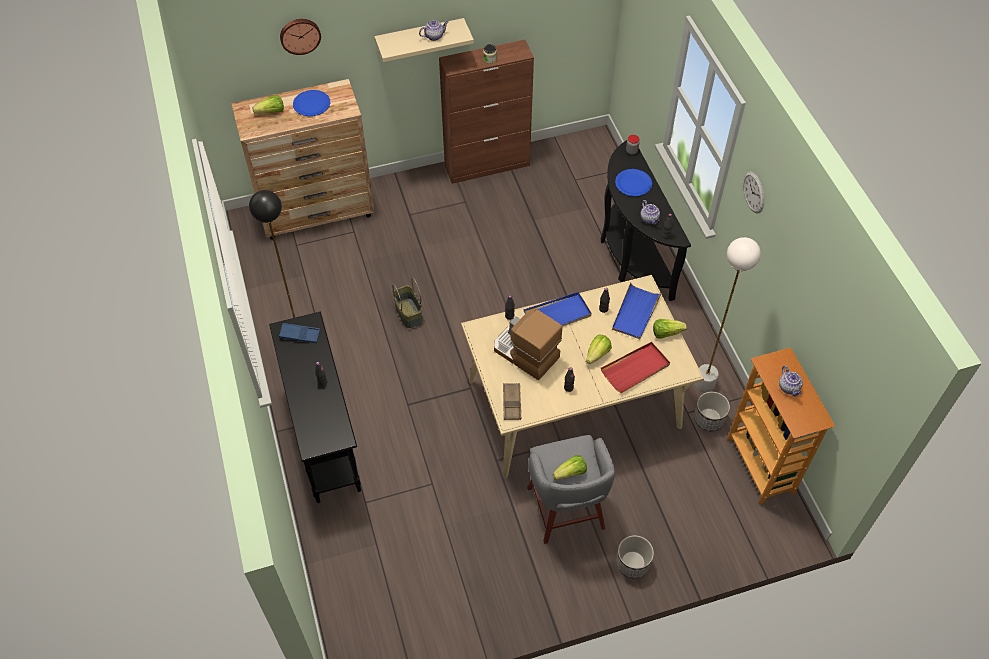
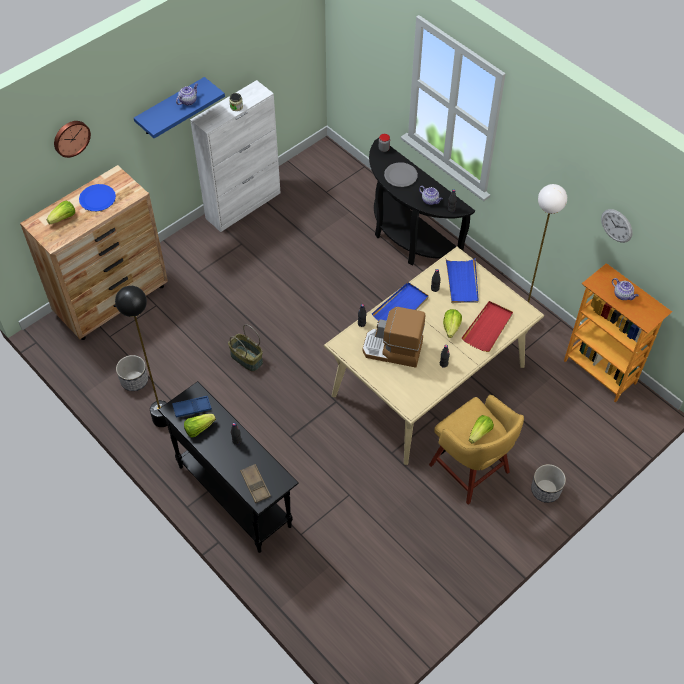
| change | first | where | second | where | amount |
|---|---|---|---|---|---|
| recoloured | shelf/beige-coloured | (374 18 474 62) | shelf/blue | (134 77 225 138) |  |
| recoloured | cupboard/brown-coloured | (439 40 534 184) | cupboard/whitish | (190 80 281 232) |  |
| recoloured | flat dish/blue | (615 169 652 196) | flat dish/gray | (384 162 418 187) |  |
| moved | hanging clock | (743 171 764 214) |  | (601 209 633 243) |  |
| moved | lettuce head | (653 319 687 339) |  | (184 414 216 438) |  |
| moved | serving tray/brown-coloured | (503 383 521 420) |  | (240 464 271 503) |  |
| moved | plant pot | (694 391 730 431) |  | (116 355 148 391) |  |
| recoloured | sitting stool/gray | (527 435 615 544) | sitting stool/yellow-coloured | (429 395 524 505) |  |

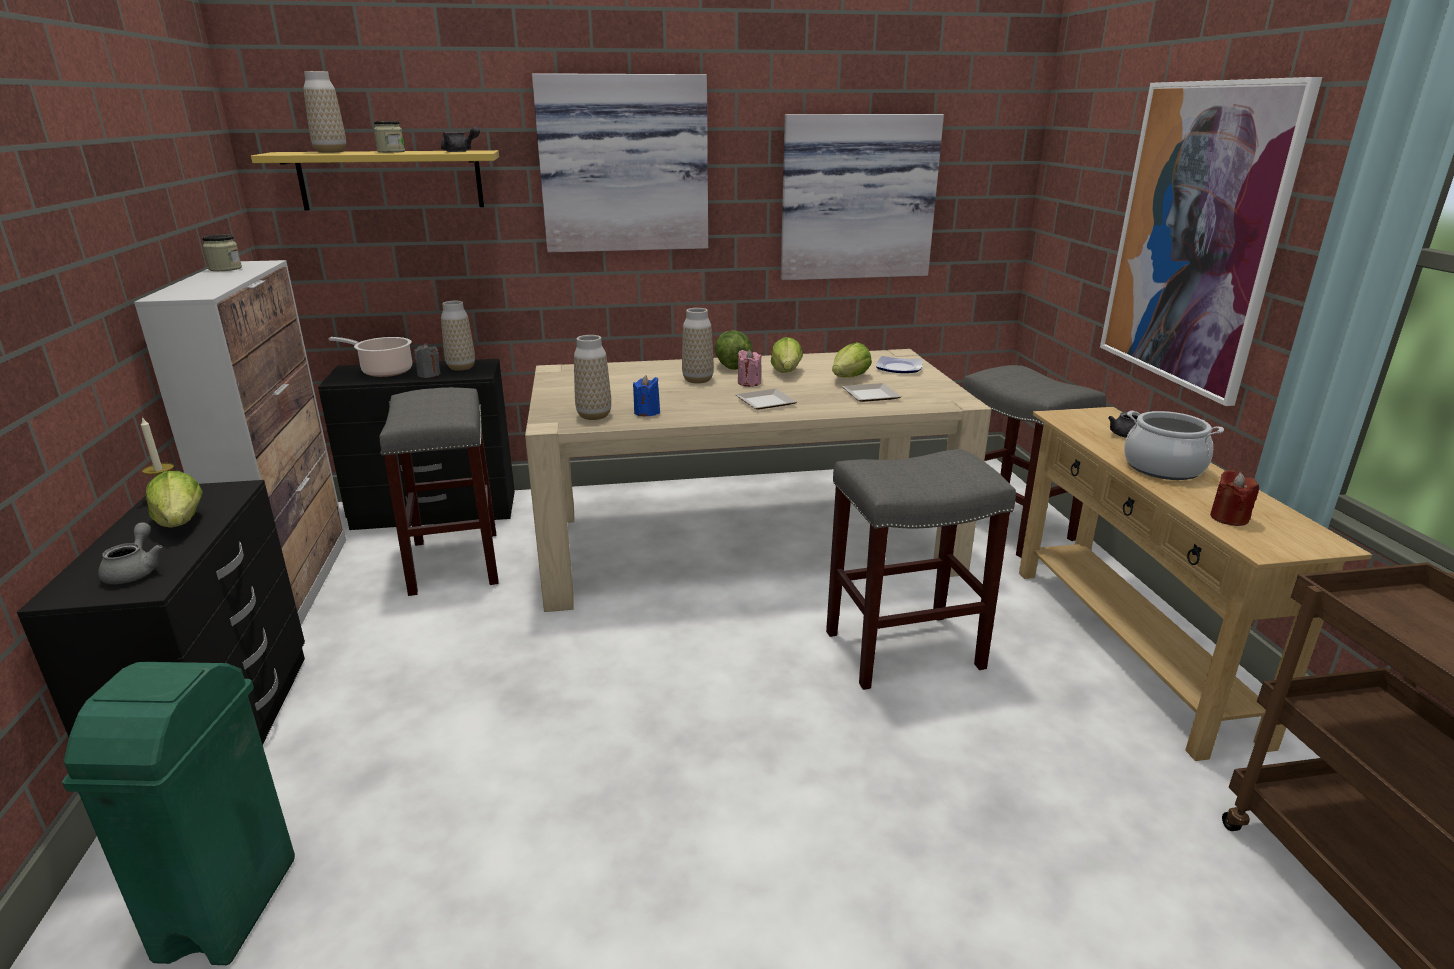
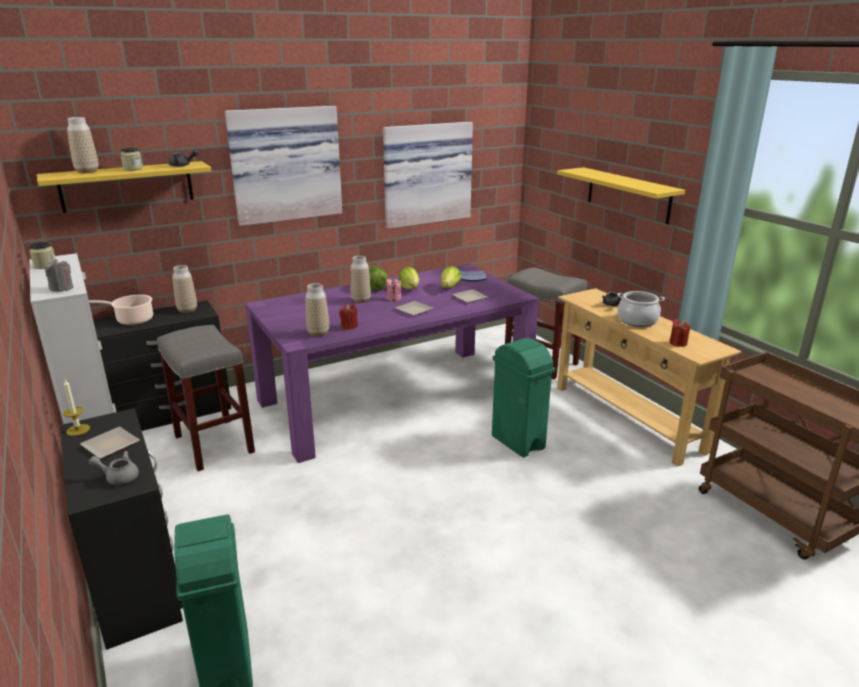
| change | first | where | second | where | amount |
|---|---|---|---|---|---|
| replaced | wall picture | (1100 77 1322 406) | shelf/yellow-coloured | (557 167 685 224) |  |
| moved | wax light/gray | (414 343 440 378) |  | (45 259 73 292) |  |
| recoloured | kitchen table/beige-coloured | (525 349 992 612) | kitchen table/purple | (245 264 539 463) |  |
| recoloured | wax light/blue | (633 375 660 416) | wax light/reddish | (339 304 358 330) |  |
| replaced | sitting stool/gray | (826 449 1016 690) | trash can/green | (492 338 555 457) |  |
| replaced | lettuce head | (145 471 202 528) | flat dish | (80 427 140 459) |  |
| turned | teapot/gray | (98 523 162 584) |  | (89 451 139 485) | 60 degrees counterclockwise |

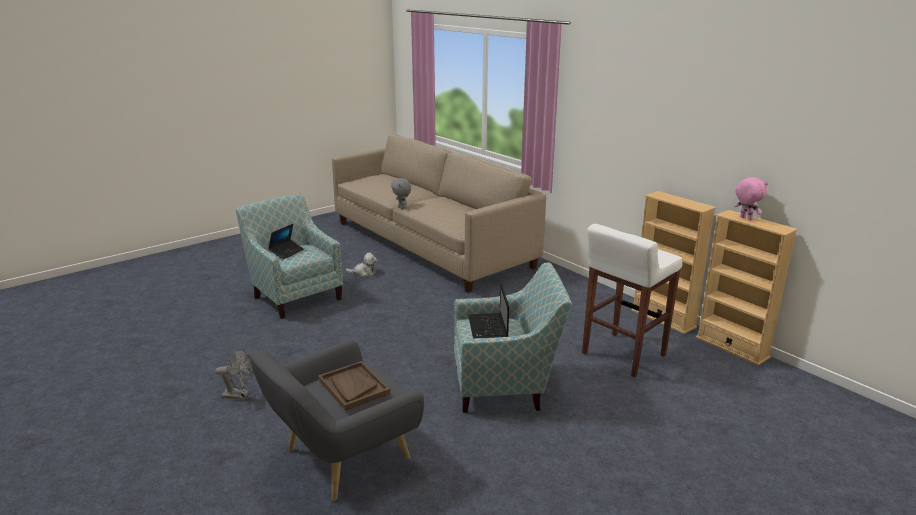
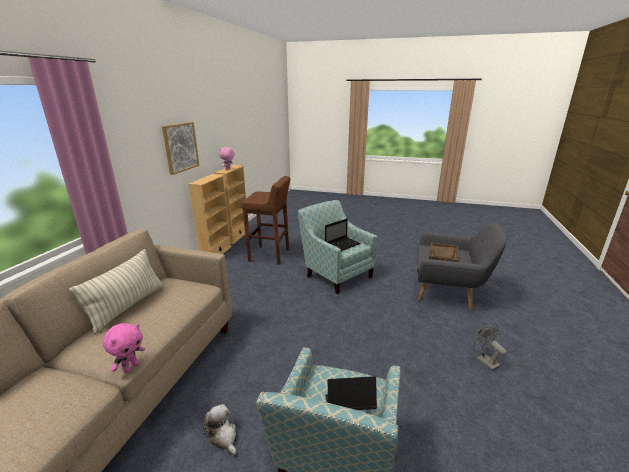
| change | first | where | second | where | amount |
|---|---|---|---|---|---|
| recoloured | soft toy/gray | (391 178 411 210) | soft toy/pink-coloured | (103 323 145 373) |  |
| recoloured | sitting stool/whitish | (582 224 683 377) | sitting stool/brown-coloured | (241 176 290 265) |  |
| added |  |  | wall picture | (162 122 199 175) |  |
| added |  |  | pillow | (69 249 164 335) |  |

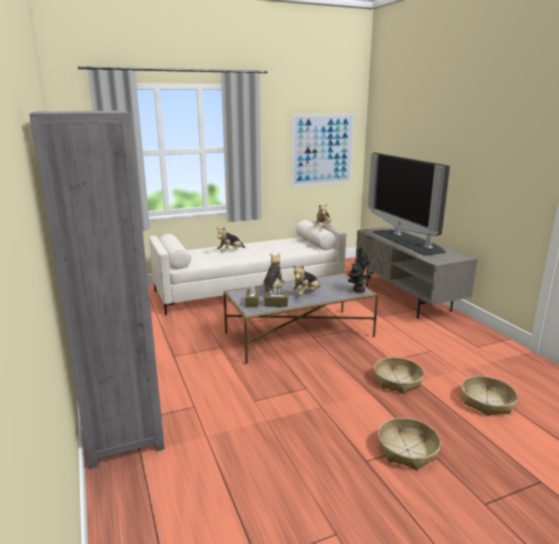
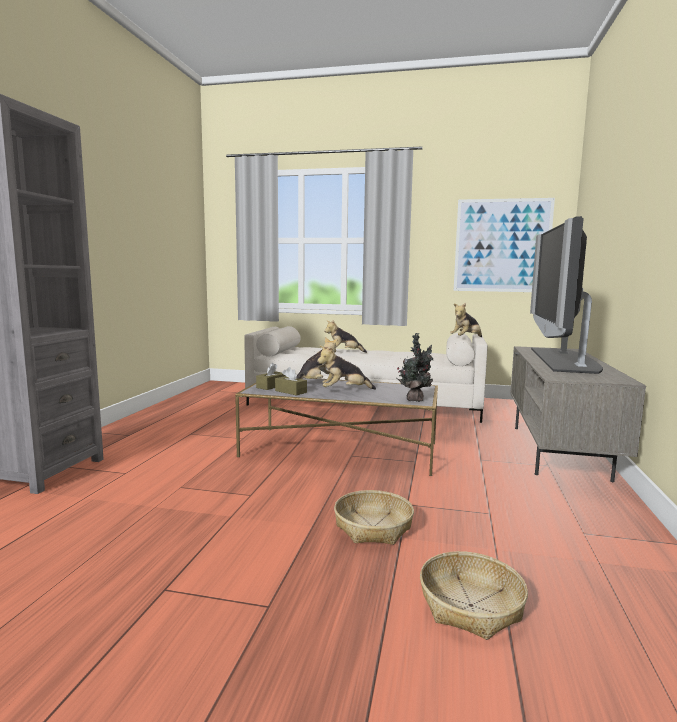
| change | first | where | second | where | amount |
|---|---|---|---|---|---|
| removed | household basket | (378 418 441 470) |  |  |  |

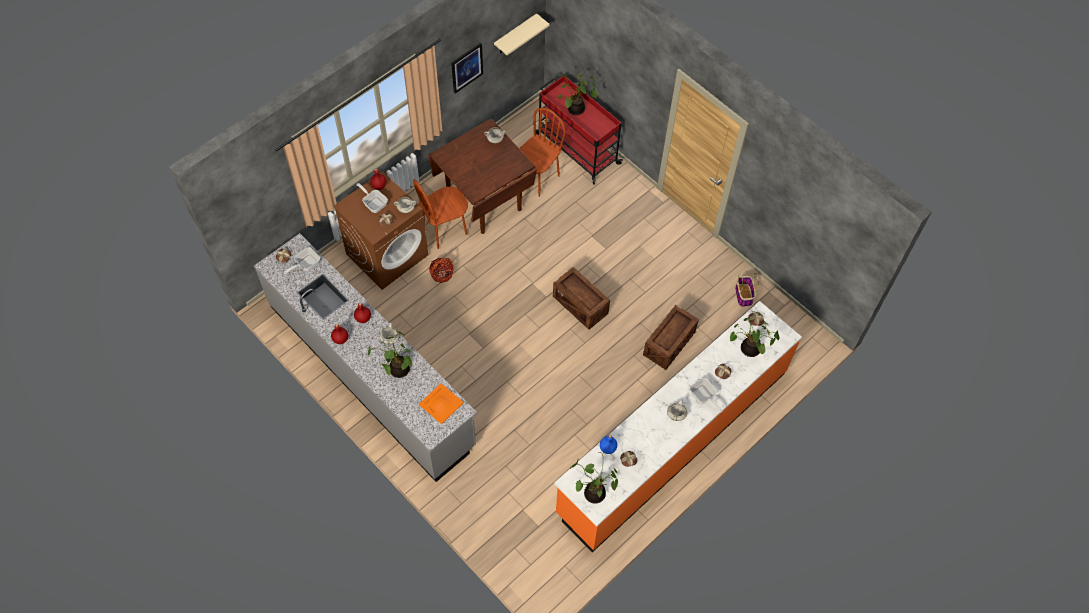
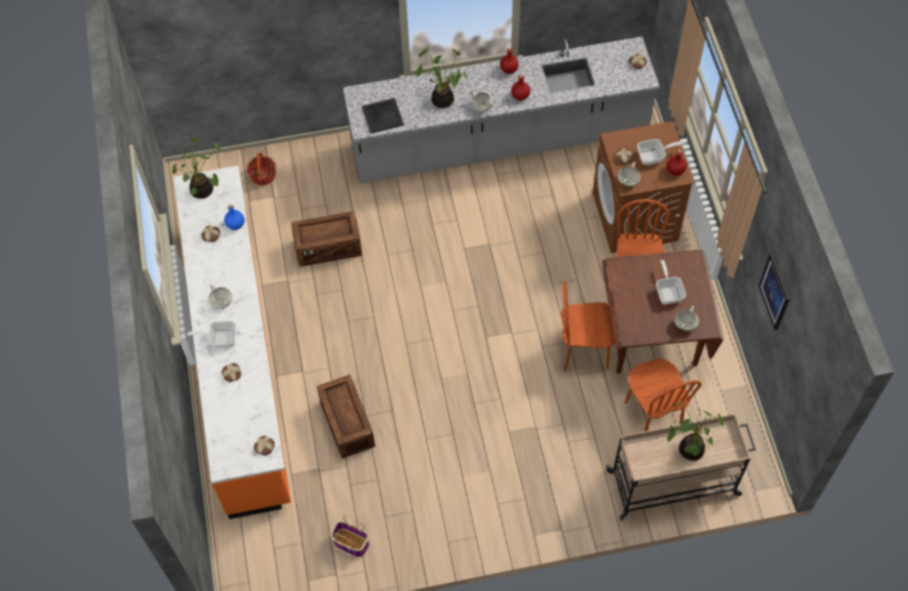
| change | first | where | second | where | amount |
|---|---|---|---|---|---|
| removed | shelf/beige-coloured | (494 13 550 55) |  |  |  |
| recoloured | wheeled cart/reddish | (536 76 623 184) | wheeled cart/beige-coloured | (605 414 756 521) |  |
| moved | pan | (284 247 320 275) |  | (656 260 686 304) |  |
| moved | household basket | (429 258 454 283) |  | (247 153 276 185) |  |
| moved | packing crate | (553 267 610 330) |  | (291 211 362 267) |  |
| removed | plant in a pot | (730 311 780 357) |  |  |  |
| recoloured | serving tray/orange-coloured | (419 383 464 424) | serving tray/blackish | (362 98 404 134) |  |
| added |  |  | upright chair/brown-coloured | (561 281 619 371) |  |

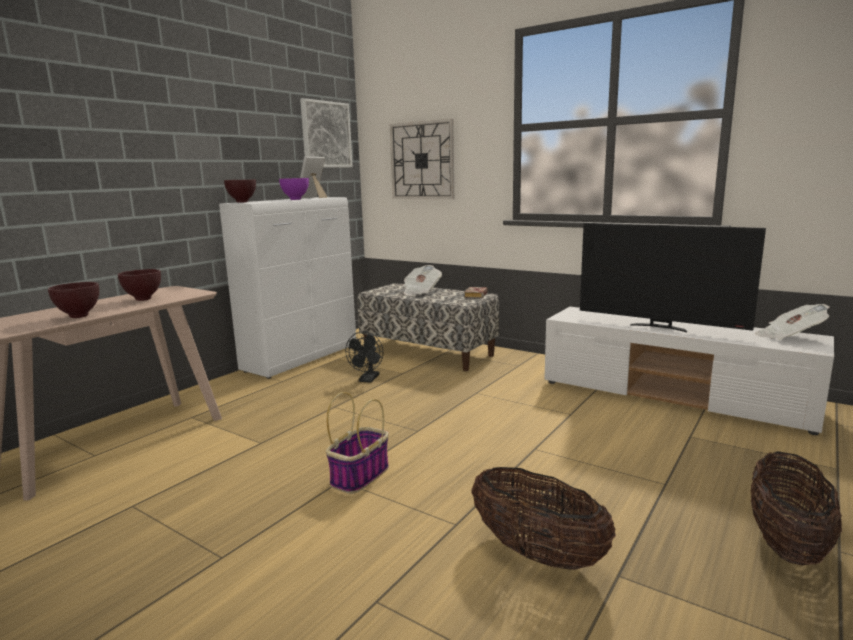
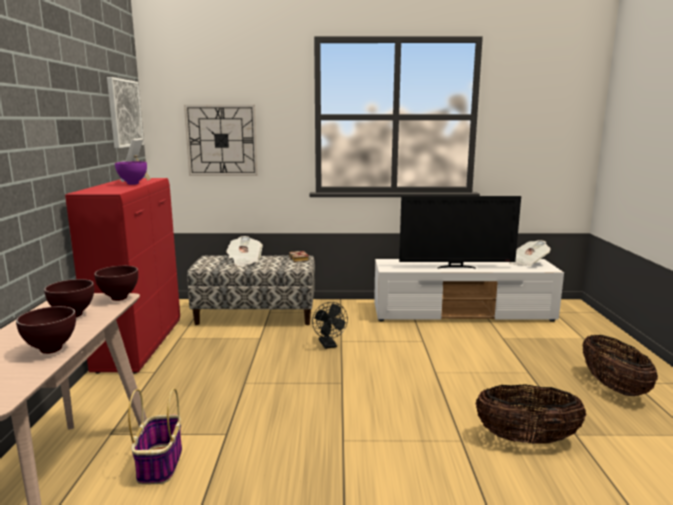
| change | first | where | second | where | amount |
|---|---|---|---|---|---|
| moved | bowl/brown-coloured | (224 179 256 203) |  | (94 266 138 301) |  |
| recoloured | cupboard/whitish | (219 197 356 379) | cupboard/reddish | (65 178 180 374) |  |
| moved | cooling fan/blackish | (345 331 383 383) |  | (312 302 348 349) |  |
| moved | household basket | (326 392 389 494) |  | (128 388 182 485) |  |

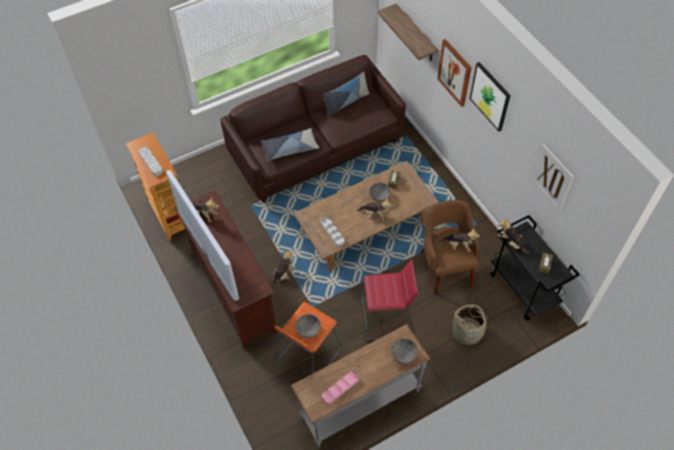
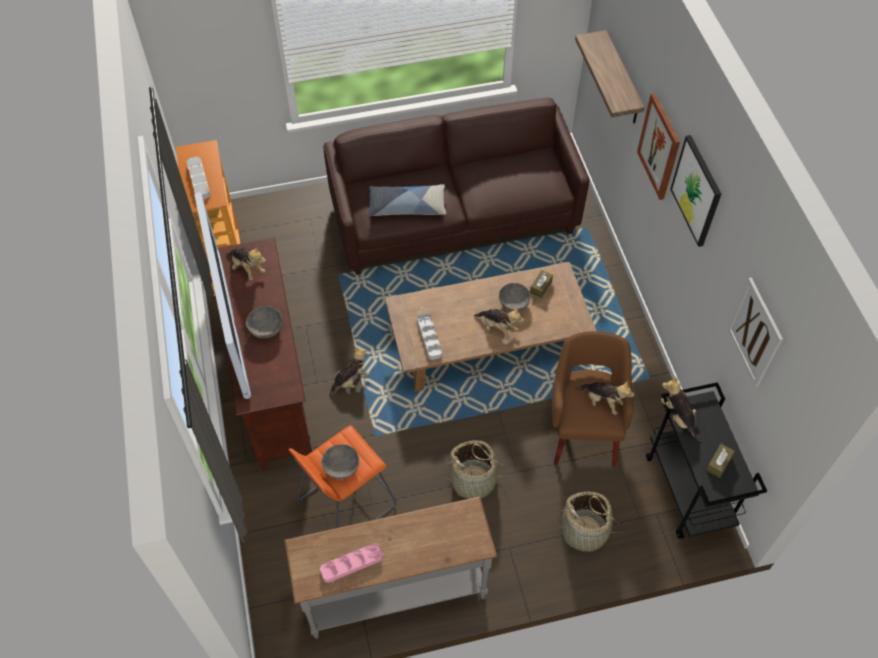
| change | first | where | second | where | amount |
|---|---|---|---|---|---|
| removed | pillow | (323 72 370 117) |  |  |  |
| replaced | sitting stool/reddish | (360 259 418 341) | household basket | (444 440 510 499) |  |
| moved | bowl/gray | (391 338 418 364) |  | (246 306 283 338) |  |

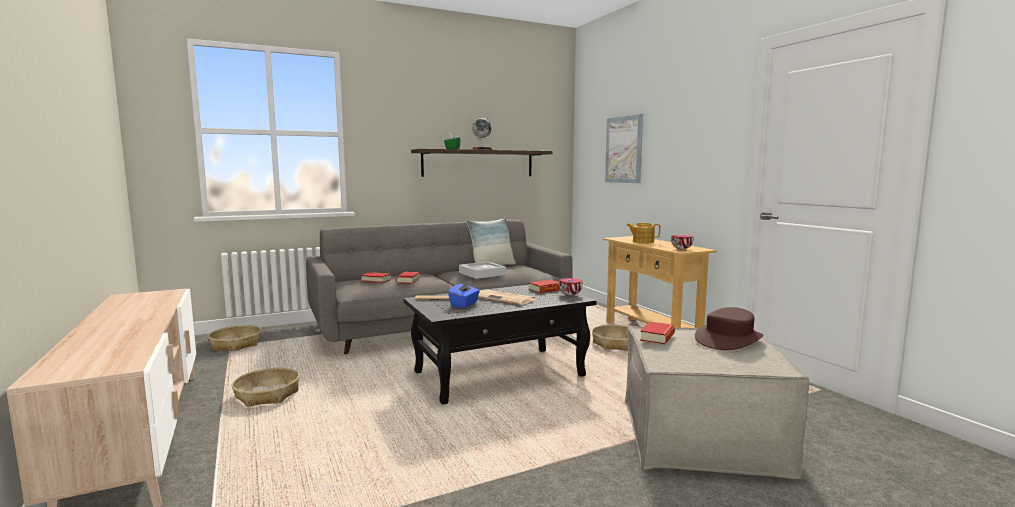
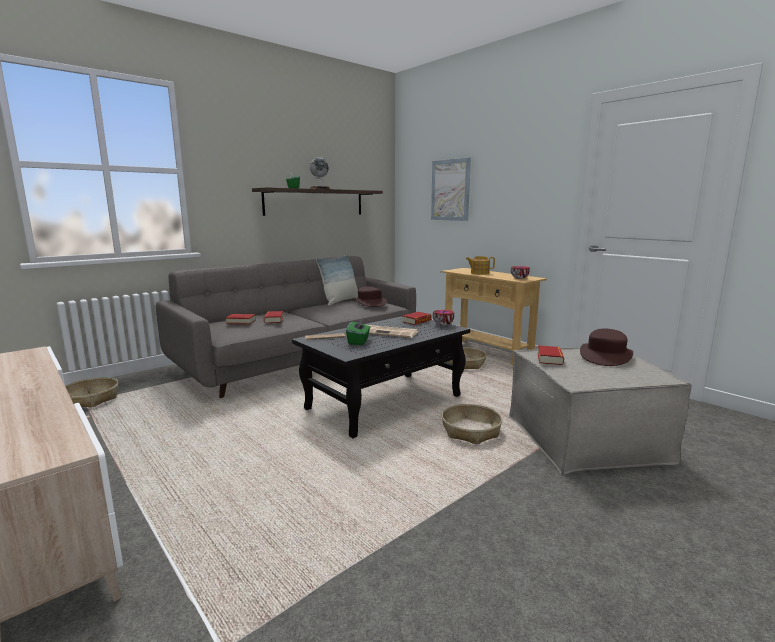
| change | first | where | second | where | amount |
|---|---|---|---|---|---|
| removed | serving tray/gray | (459 262 506 279) |  |  |  |
| recoloured | box of tissues/blue | (448 280 480 308) | box of tissues/green | (346 318 370 345) |  |
| moved | household basket | (232 368 299 407) |  | (442 404 502 444) |  |
| added |  |  | hat/brown-coloured | (353 286 387 307) |  |

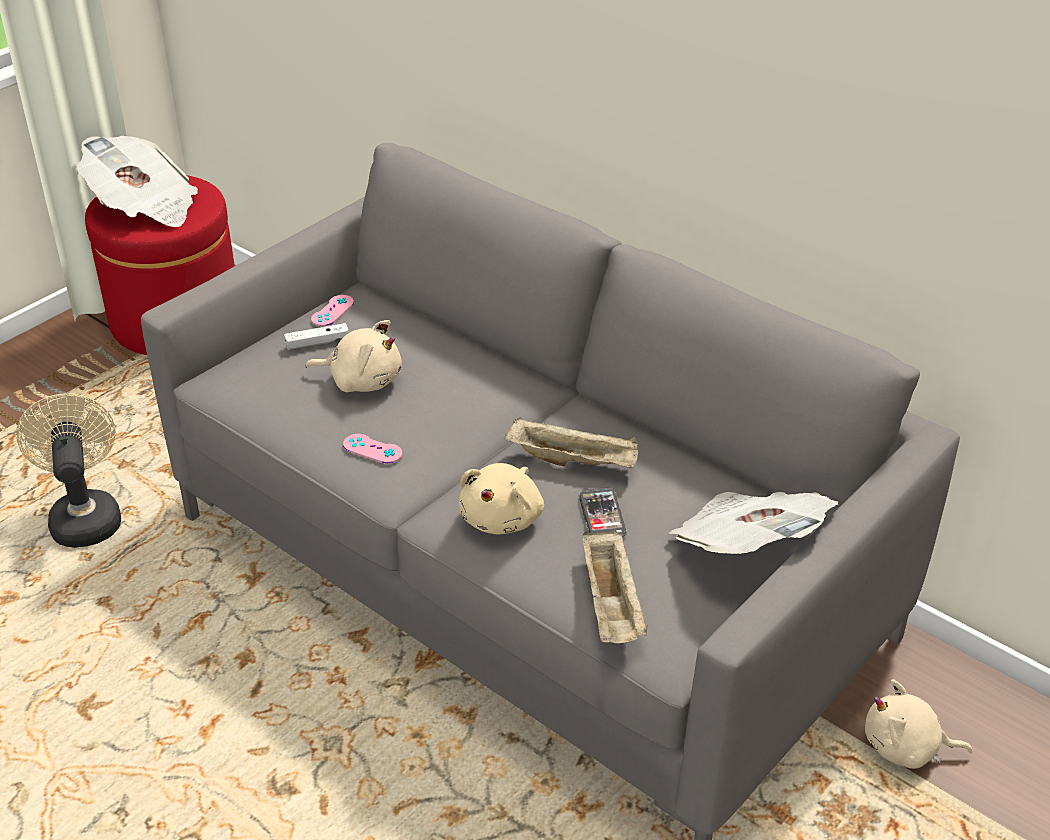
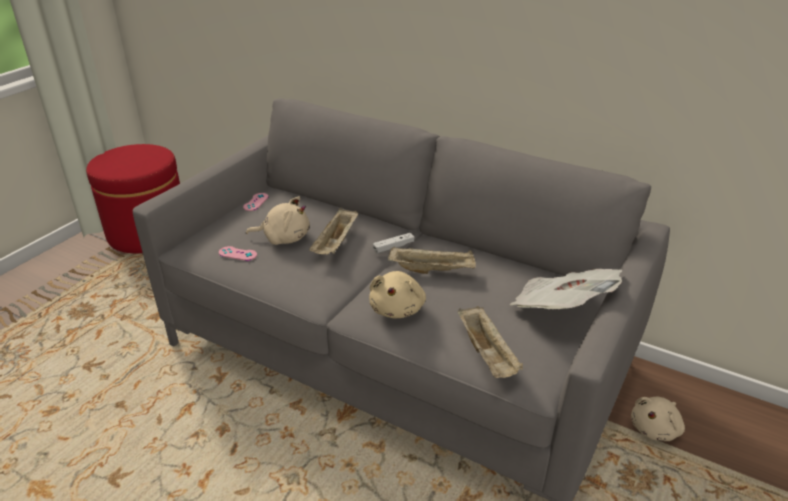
| change | first | where | second | where | amount |
|---|---|---|---|---|---|
| removed | printed paper | (77 136 198 227) |  |  |  |
| moved | gamepad/whitish | (284 323 349 350) |  | (373 233 415 254) |  |
| removed | cooling fan/beige-coloured | (16 393 121 548) |  |  |  |
| moved | gamepad/pink-coloured | (343 434 402 463) |  | (219 246 257 261) |  |
| removed | telephone | (579 487 627 537) |  |  |  |
| turned | soft toy/beige-coloured | (865 680 973 769) |  | (631 397 685 441) | 45 degrees counterclockwise |
| added |  |  | serving tray/beige-coloured | (309 208 358 254) |  |

